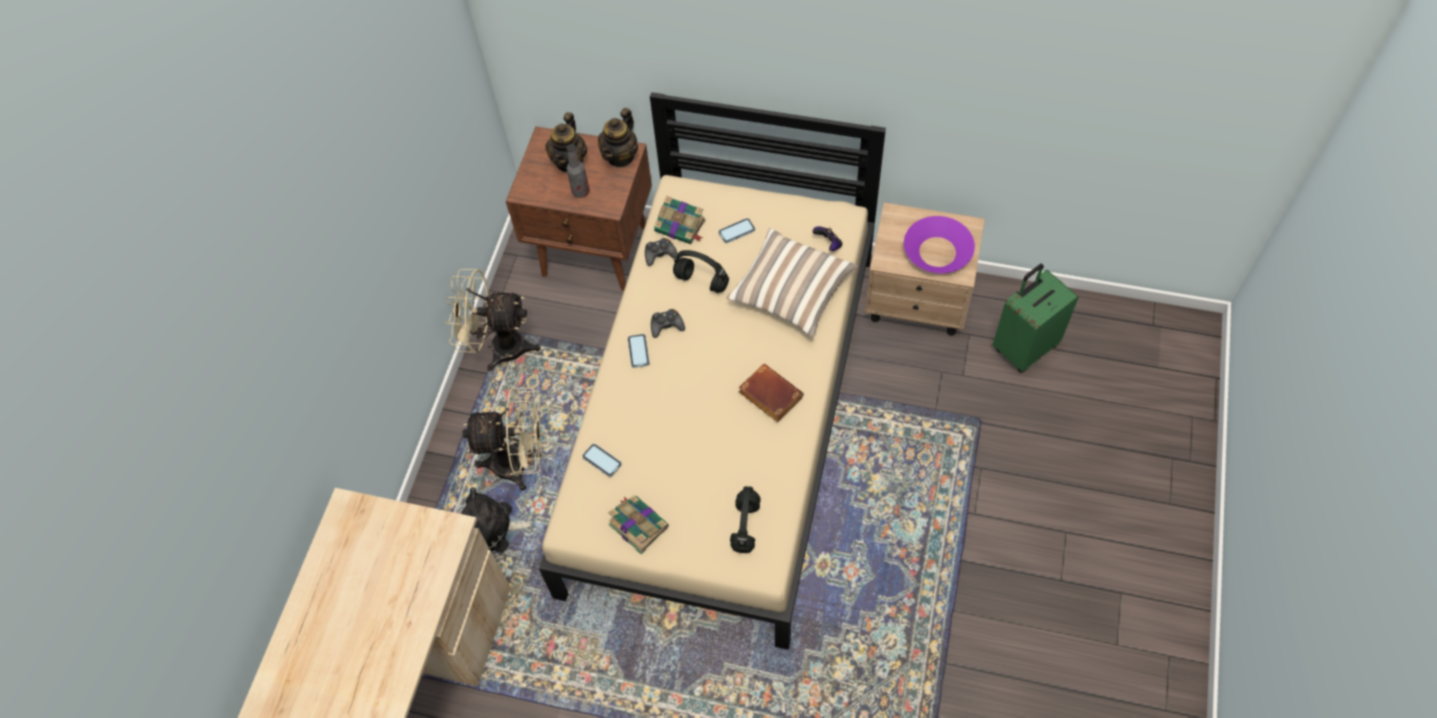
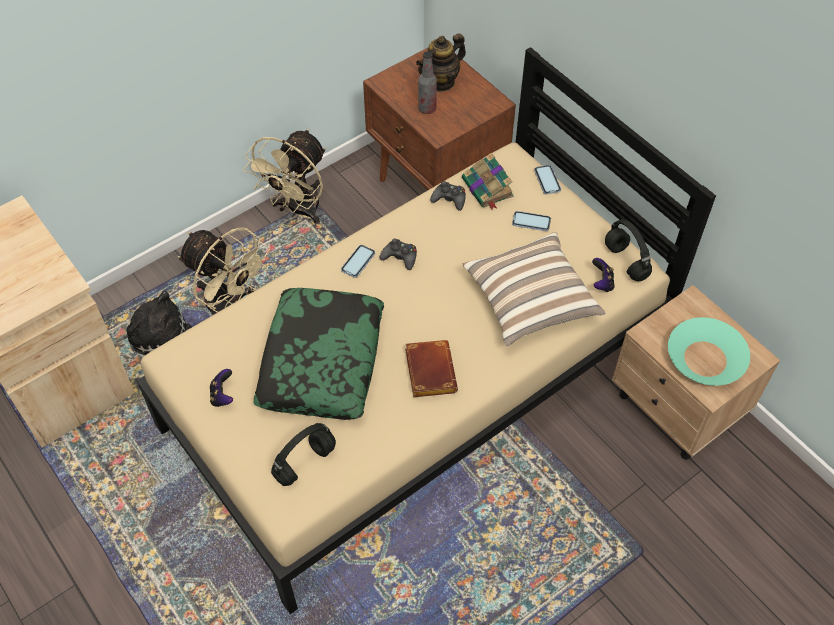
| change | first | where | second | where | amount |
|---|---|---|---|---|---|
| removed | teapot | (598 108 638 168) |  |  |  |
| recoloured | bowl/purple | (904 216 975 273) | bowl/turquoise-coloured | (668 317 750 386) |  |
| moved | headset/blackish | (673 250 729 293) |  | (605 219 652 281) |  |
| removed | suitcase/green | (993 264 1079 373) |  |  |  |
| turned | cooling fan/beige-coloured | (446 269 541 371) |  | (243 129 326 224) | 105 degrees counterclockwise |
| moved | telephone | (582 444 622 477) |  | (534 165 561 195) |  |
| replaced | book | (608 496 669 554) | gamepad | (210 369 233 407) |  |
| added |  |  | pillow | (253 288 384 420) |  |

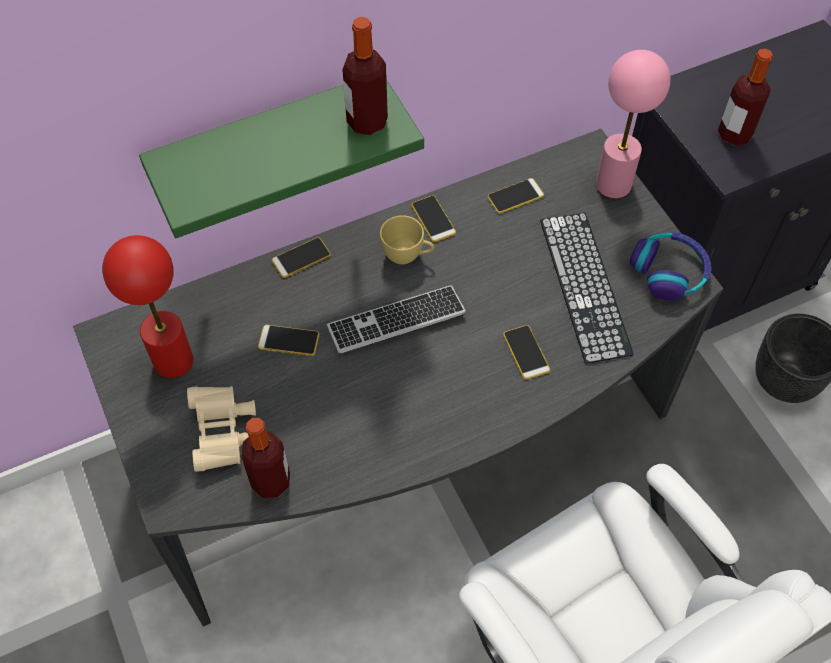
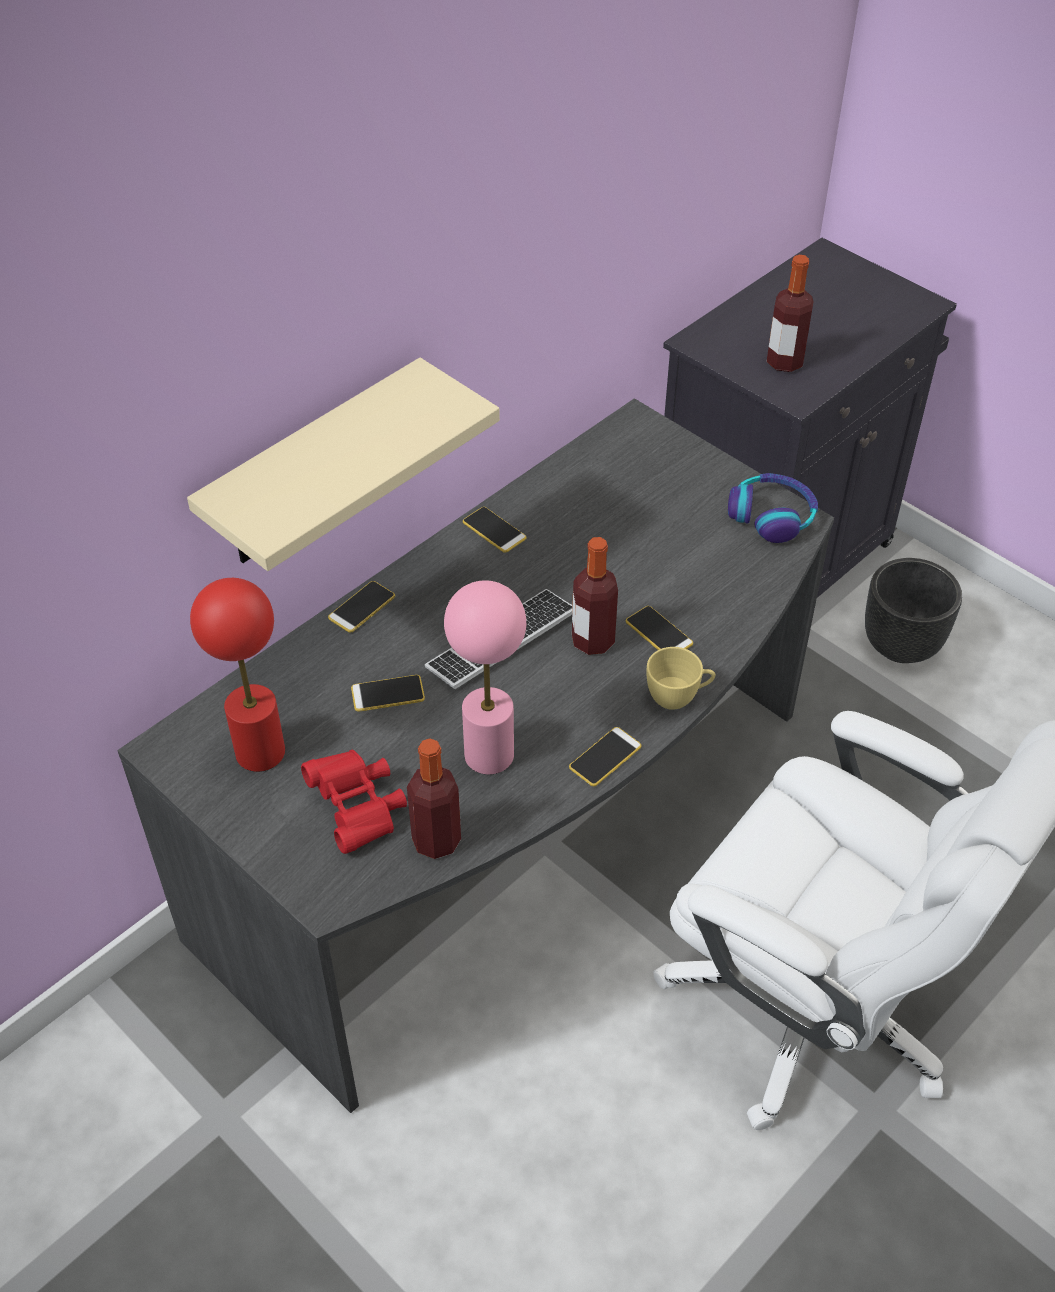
| change | first | where | second | where | amount |
|---|---|---|---|---|---|
| moved | drink bottle | (342 17 388 135) |  | (572 537 618 655) |  |
| moved | table lamp/pink-coloured | (596 50 671 198) |  | (444 580 526 775) |  |
| recoloured | shelf/green | (139 81 424 238) | shelf/beige-coloured | (187 358 500 571) |  |
| moved | telephone | (487 178 544 214) |  | (569 727 641 786) |  |
| removed | computer keyboard | (540 213 634 364) |  |  |  |
| moved | small cup/yellow-coloured | (380 215 434 264) |  | (647 647 716 710) |  |
| recoloured | field glasses/beige-coloured | (187 386 256 472) | field glasses/reddish | (301 750 407 854) |  |

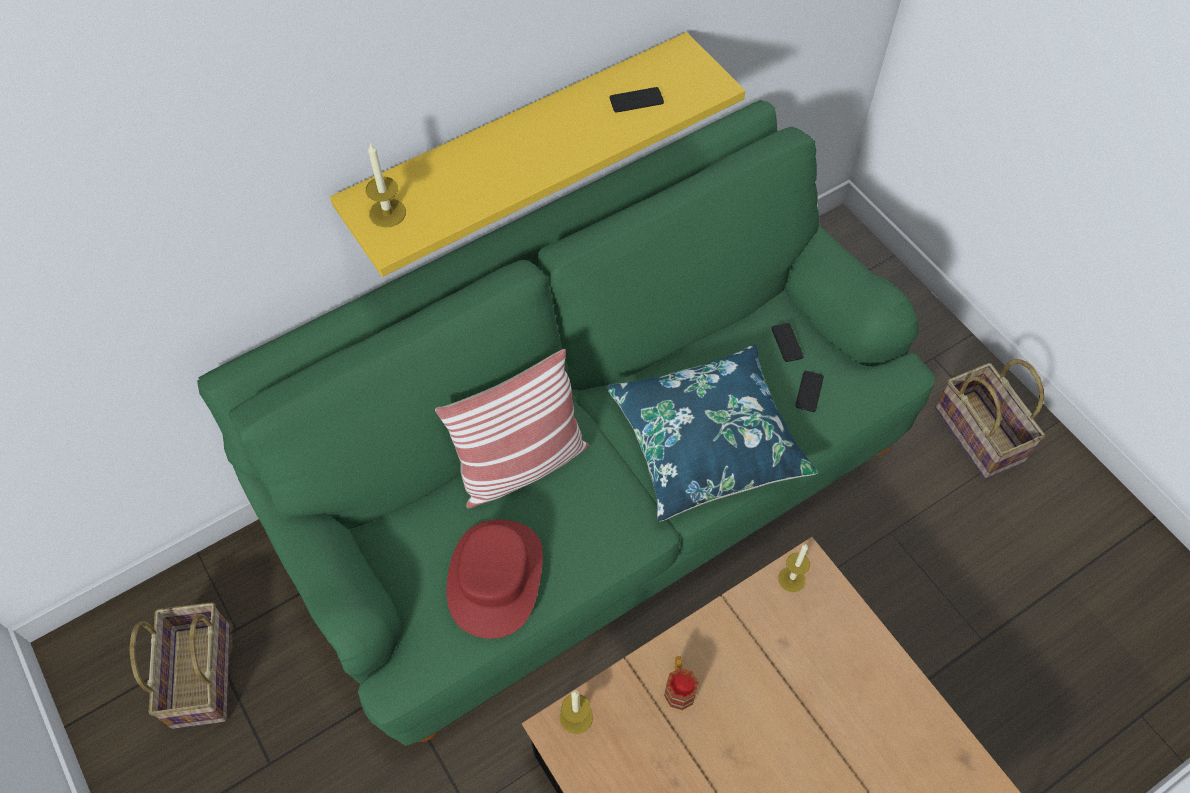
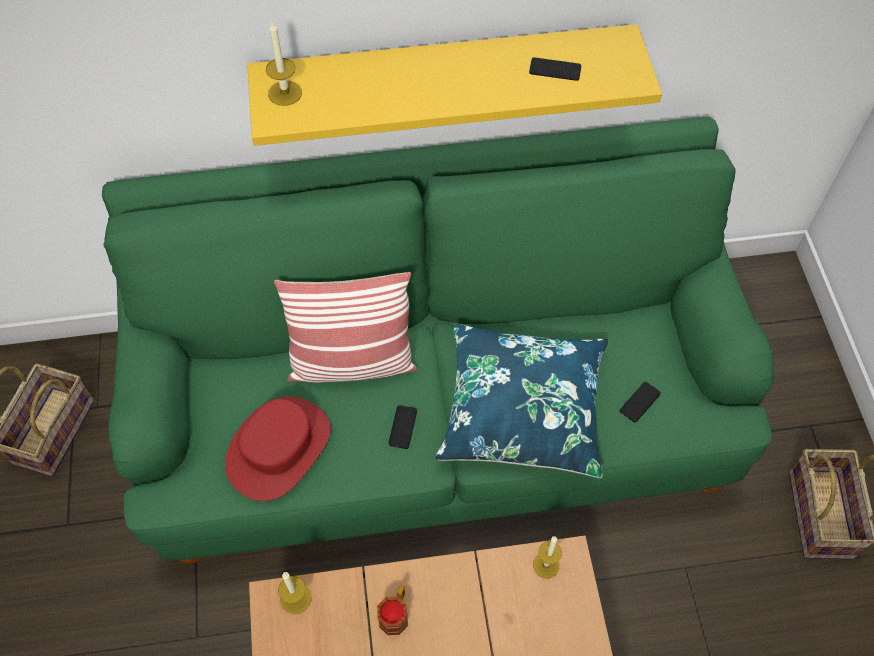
| change | first | where | second | where | amount |
|---|---|---|---|---|---|
| moved | telephone | (771 323 804 362) |  | (388 405 417 449) |  |

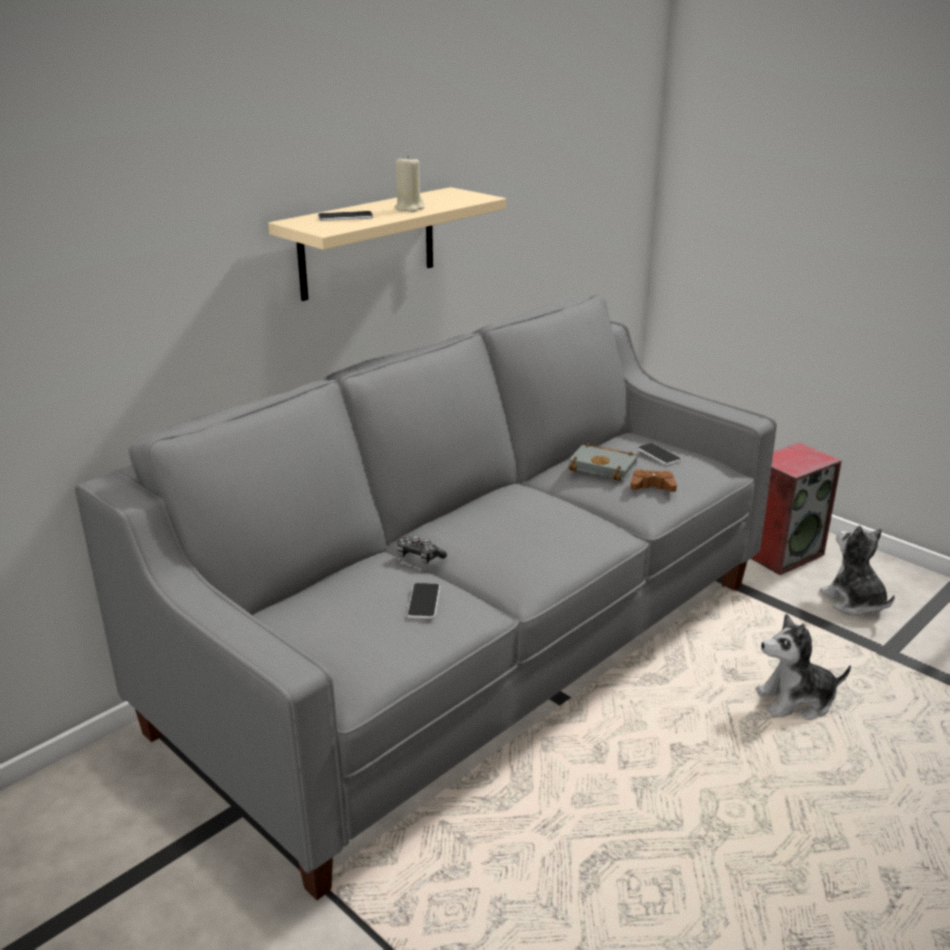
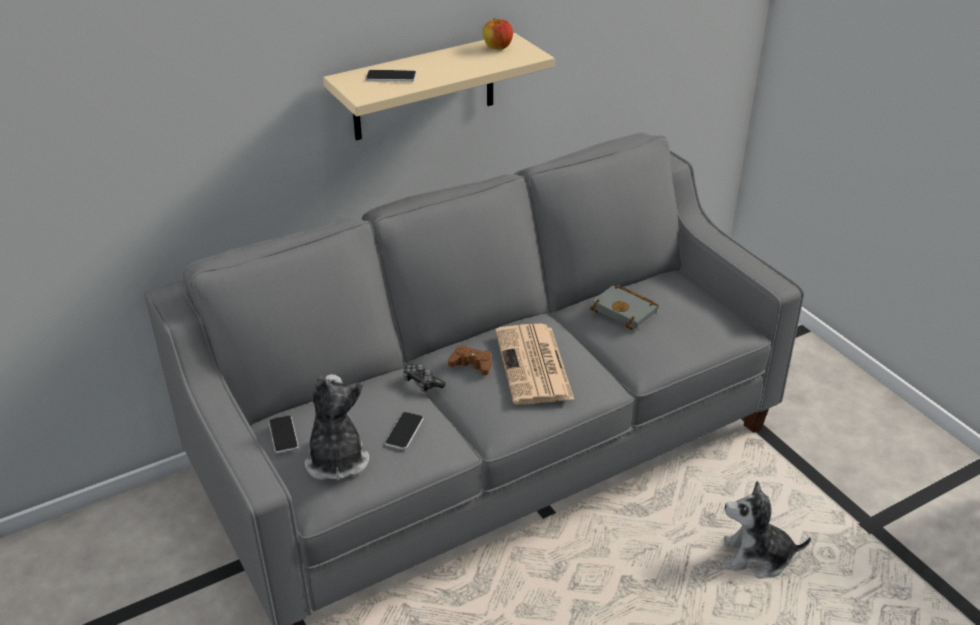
| change | first | where | second | where | amount |
|---|---|---|---|---|---|
| removed | wax light/beige-coloured | (394 155 425 212) |  |  |  |
| removed | loudspeaker | (751 442 842 575) |  |  |  |
| moved | telephone | (637 443 681 465) |  | (269 415 299 453) |  |
| moved | gamepad/brown-coloured | (630 469 677 492) |  | (448 345 491 375) |  |
| moved | soft toy | (820 525 895 616) |  | (305 374 369 480) |  |
| added |  |  | apple fruit | (483 18 513 50) |  |
| added |  |  | printed paper | (495 324 574 405) |  |

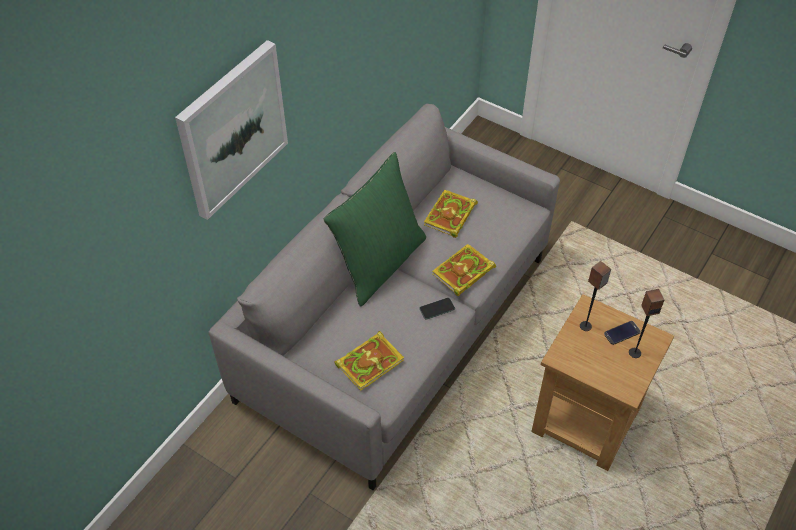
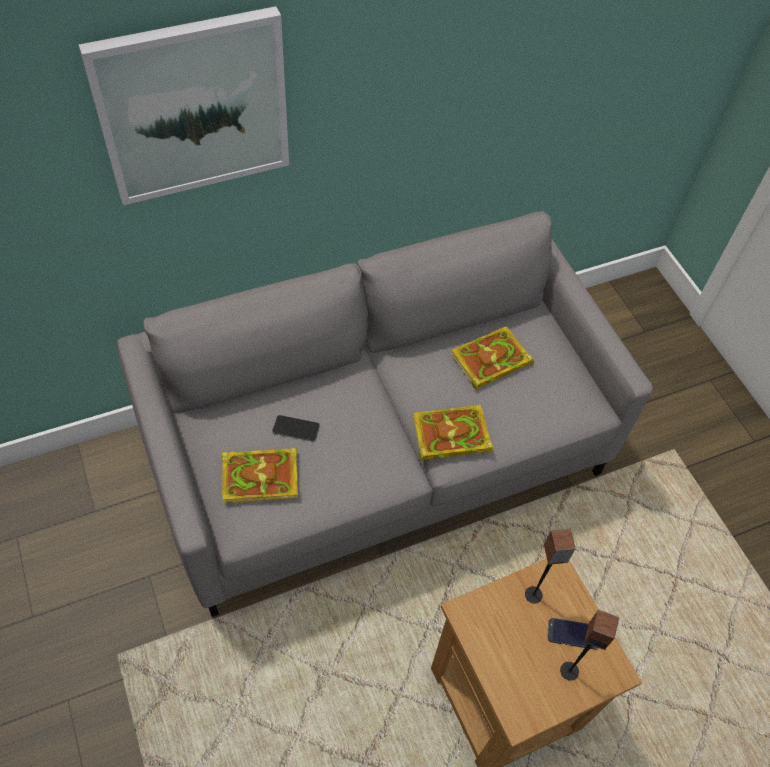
| change | first | where | second | where | amount |
|---|---|---|---|---|---|
| removed | pillow/green | (323 152 426 307) |  |  |  |
| moved | telephone | (419 298 455 320) |  | (272 415 320 442) |  |

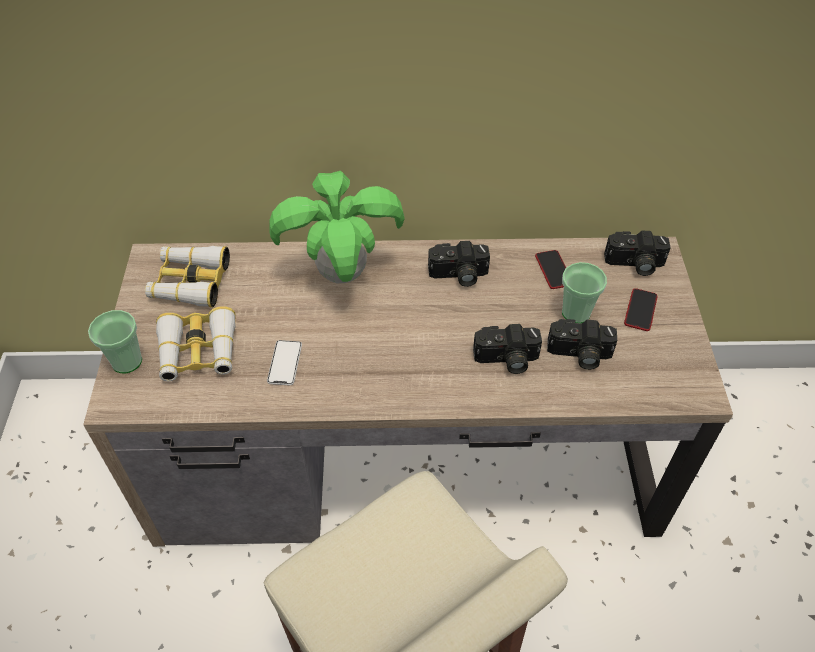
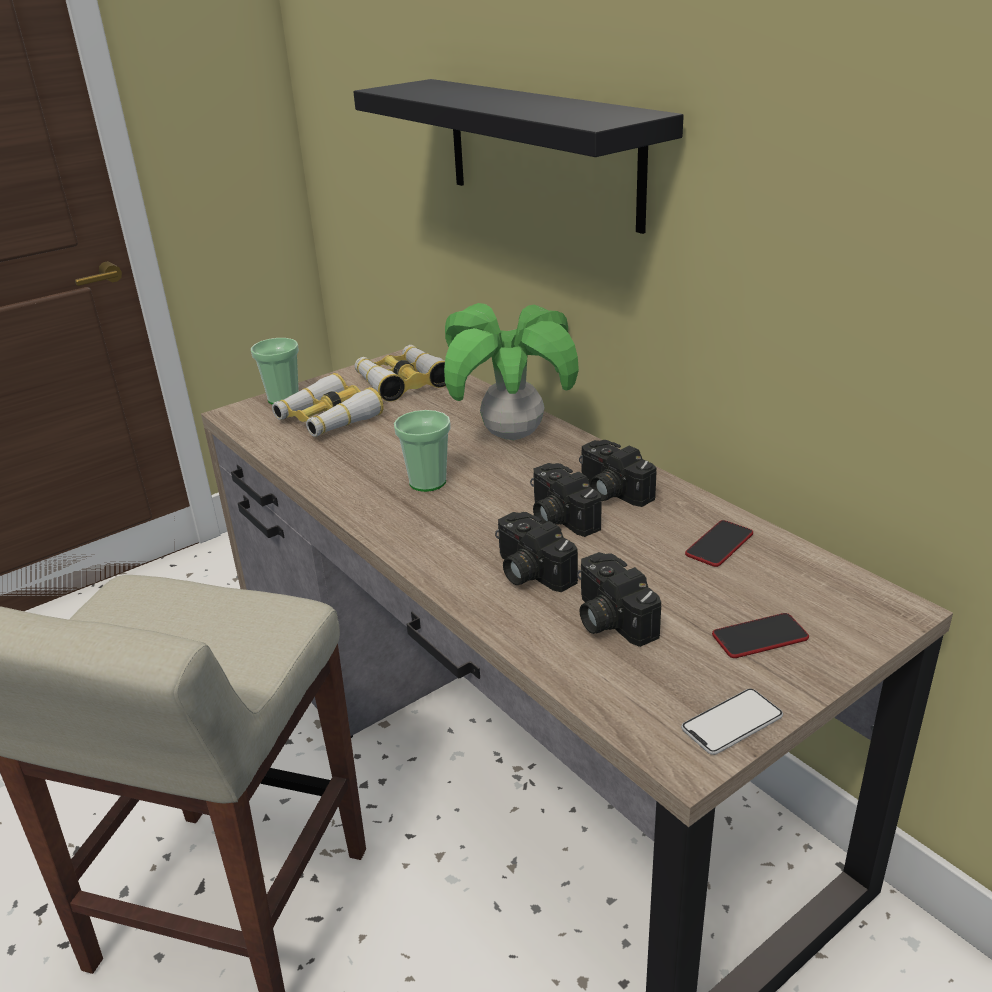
| change | first | where | second | where | amount |
|---|---|---|---|---|---|
| moved | photo camera | (604 231 671 276) |  | (530 463 602 537) |  |
| moved | small cup | (562 262 607 323) |  | (394 410 451 492) |  |
| moved | telephone | (267 340 302 386) |  | (681 689 783 755) |  |
| added |  |  | shelf/blackish | (353 79 684 234) |  |

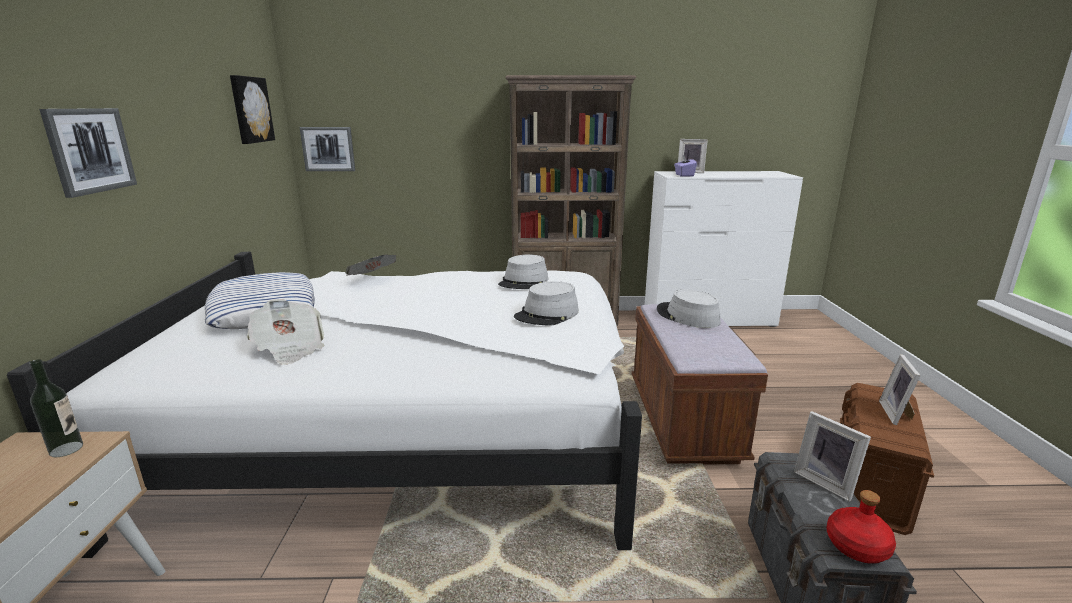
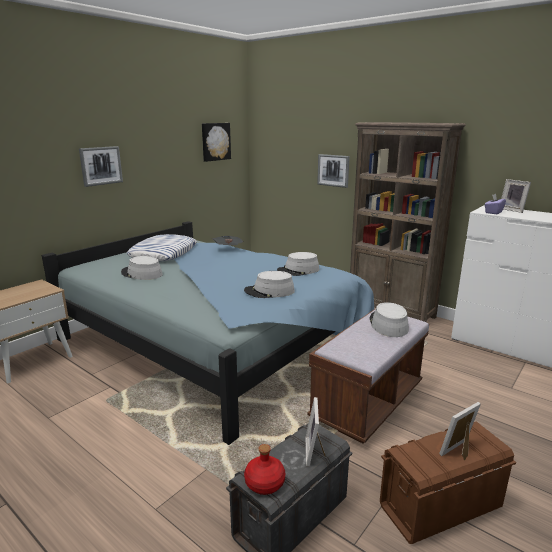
| change | first | where | second | where | amount |
|---|---|---|---|---|---|
| moved | wall picture | (300 127 355 171) |  | (317 154 350 188) |  |
| recoloured | sleeping bed/whitish | (7 252 642 558) | sleeping bed/blue | (42 221 374 445) |  |
| replaced | printed paper | (247 299 324 365) | hat/gray | (121 256 163 280) |  |
| removed | drink bottle | (29 359 83 457) |  |  |  |

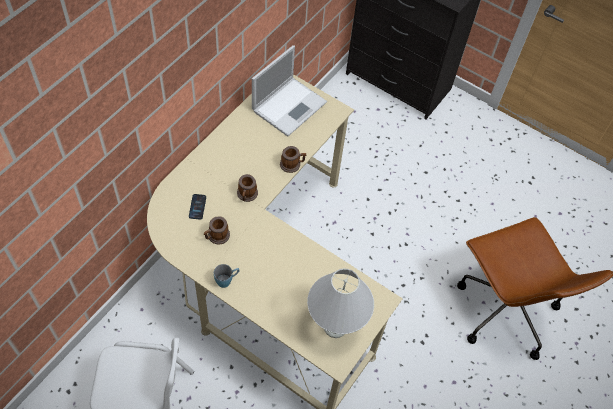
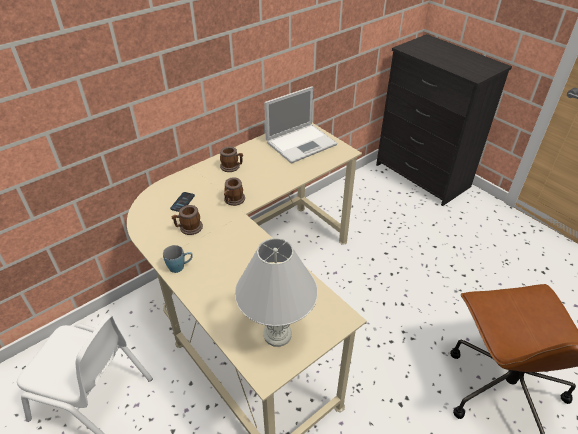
| change | first | where | second | where | amount |
|---|---|---|---|---|---|
| moved | mug | (280 146 306 173) |  | (220 146 243 172) |  |

